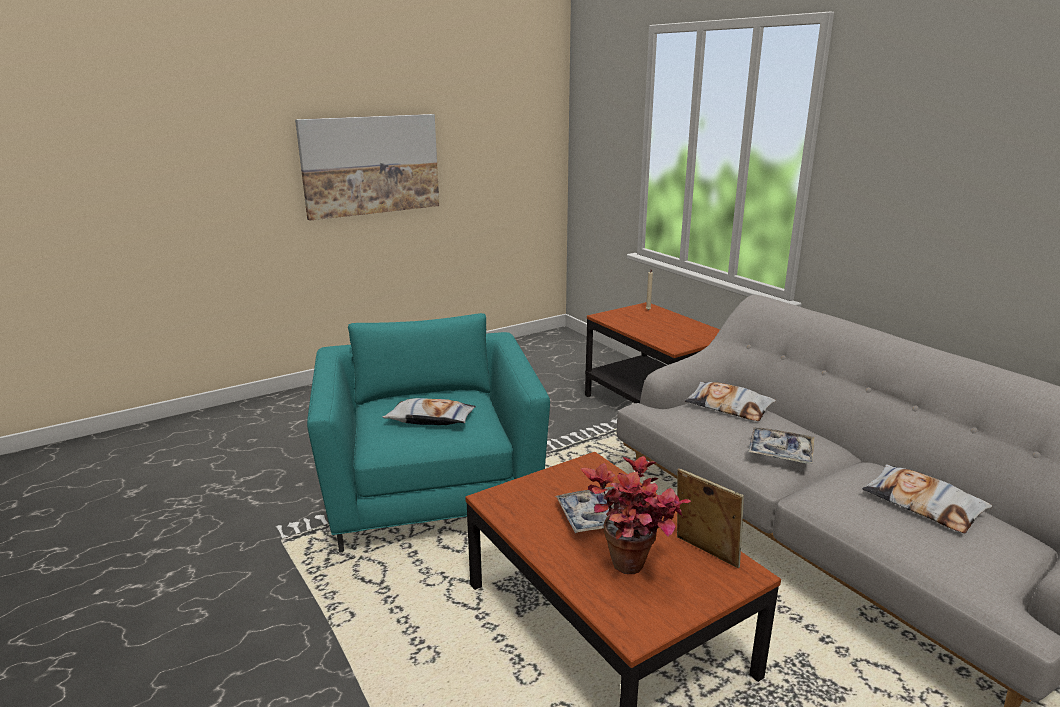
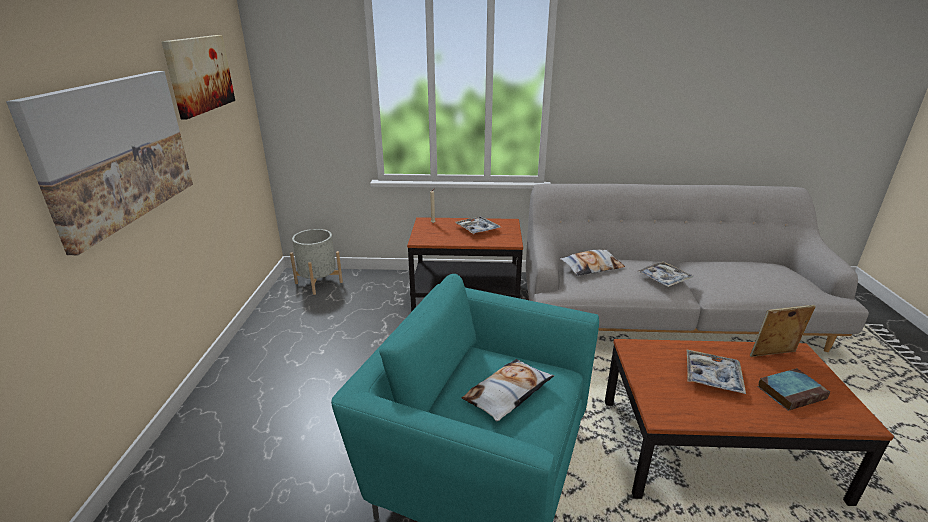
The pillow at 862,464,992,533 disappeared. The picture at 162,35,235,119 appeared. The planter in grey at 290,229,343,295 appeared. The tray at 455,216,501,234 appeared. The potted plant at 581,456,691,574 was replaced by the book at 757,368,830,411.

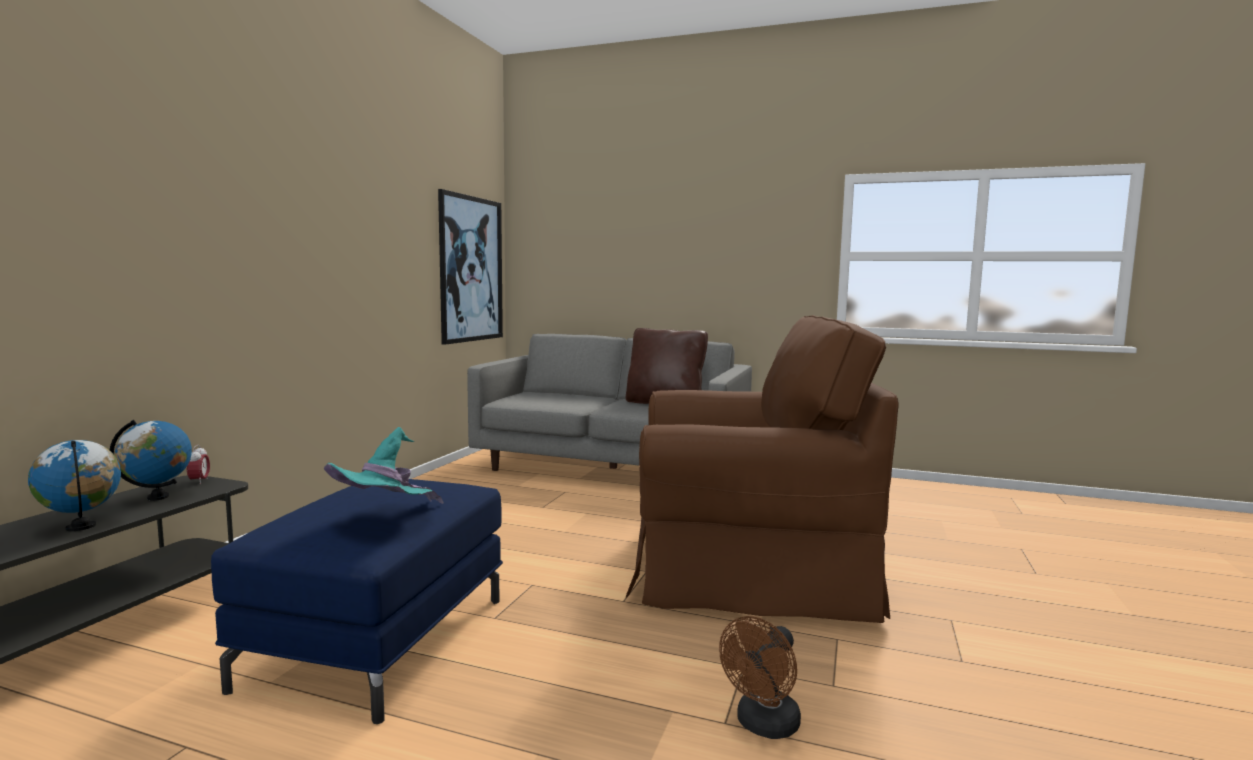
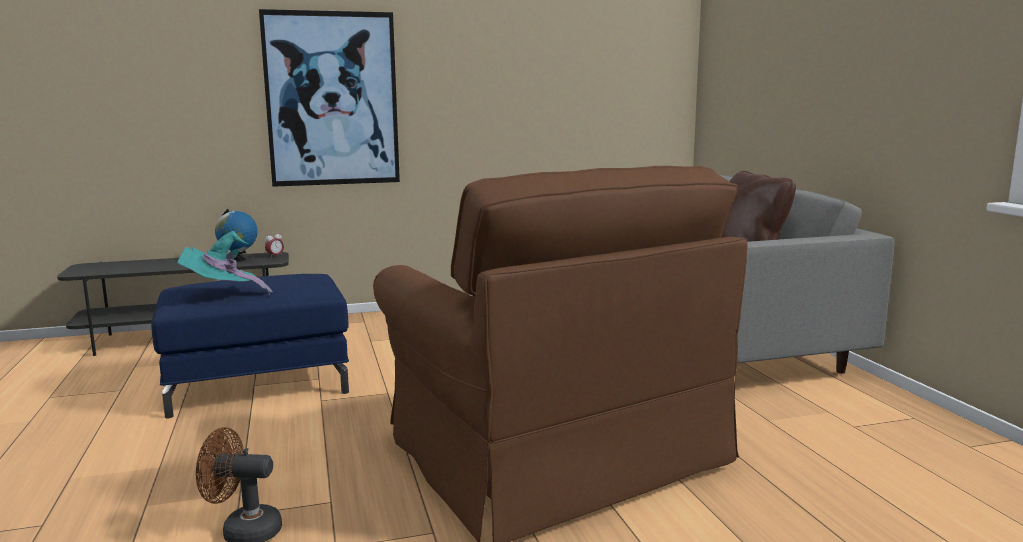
The globe at 28,440,121,531 disappeared. The picture moved from 438,189,503,345 to 259,9,400,187.

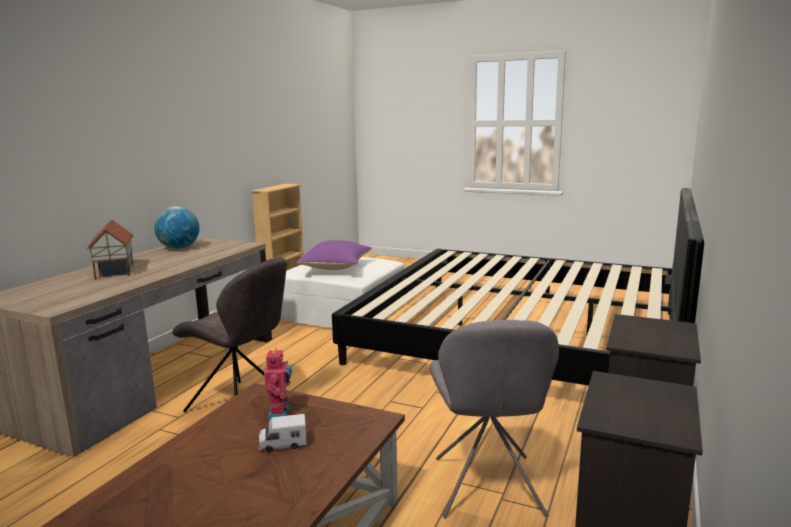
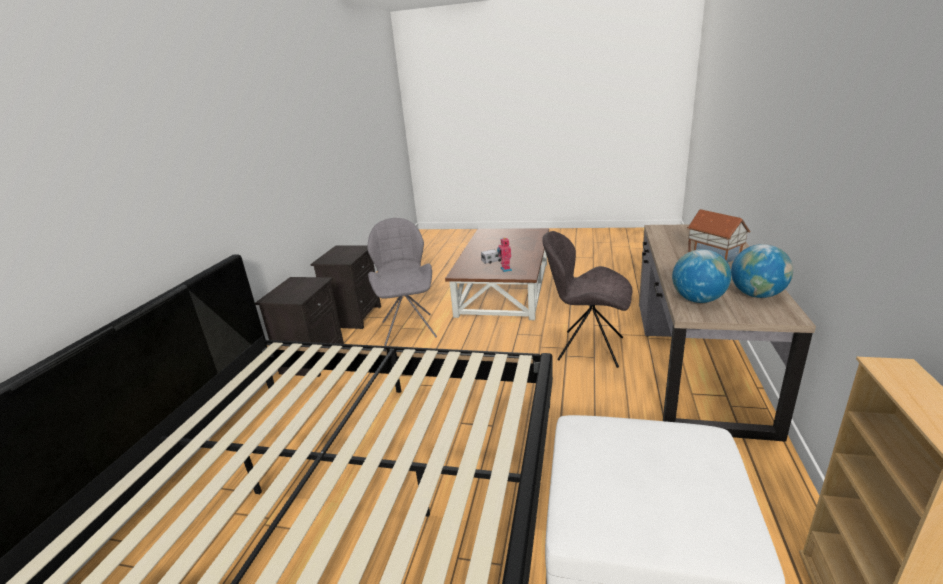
The pillow in purple at 297,240,372,270 disappeared. The globe at 672,249,731,303 appeared.

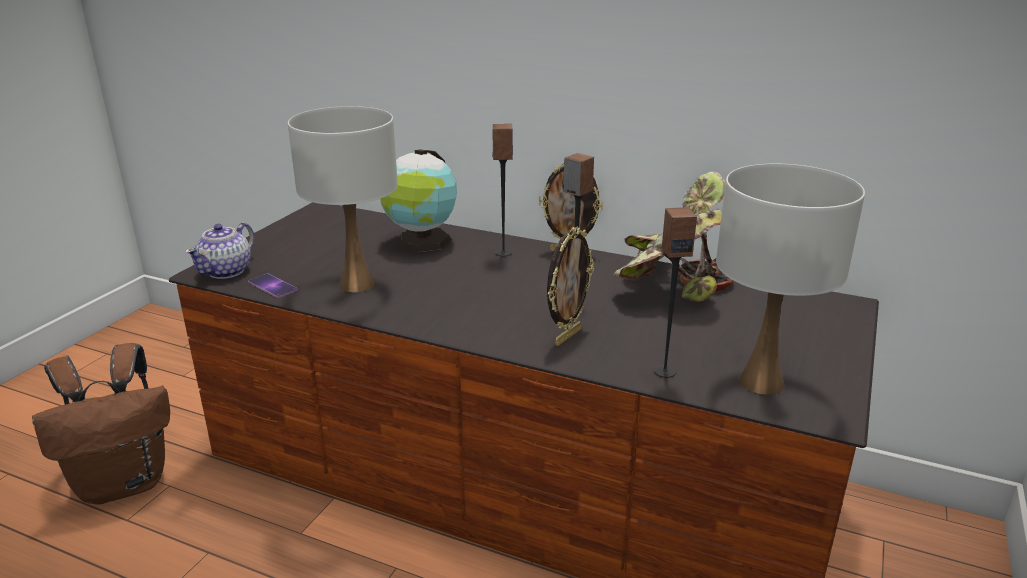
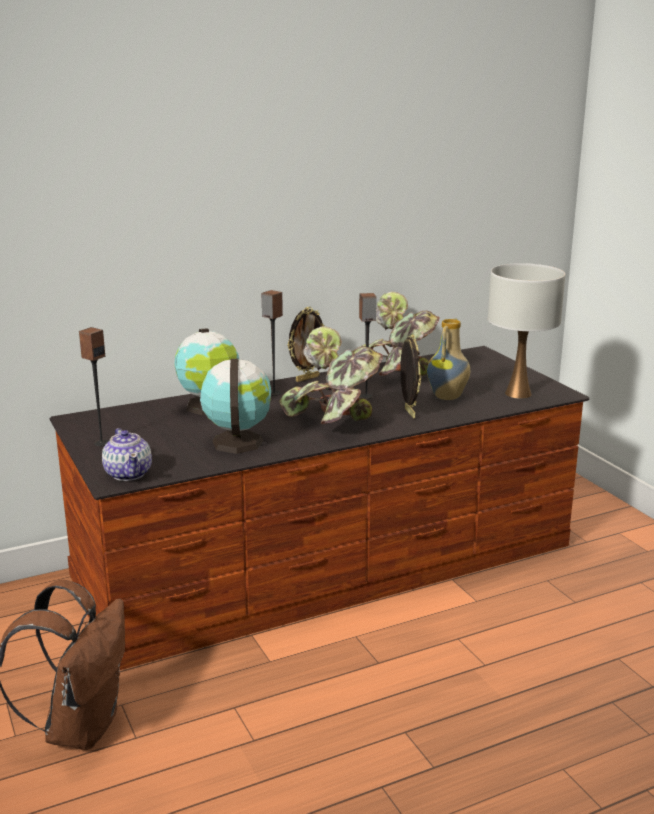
The phone at 248,274,298,298 disappeared. The potted plant at 280,326,383,424 appeared. The vase at 427,318,470,400 appeared. The speaker moved from 654,207,697,378 to 79,327,108,446. The table lamp in white at 288,106,398,292 was replaced by the globe at 200,359,271,454.

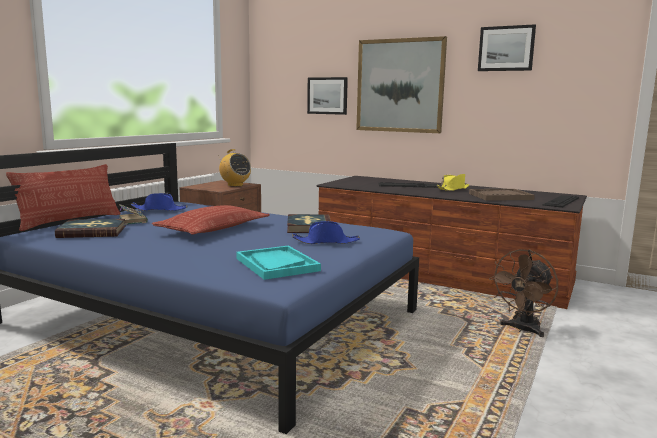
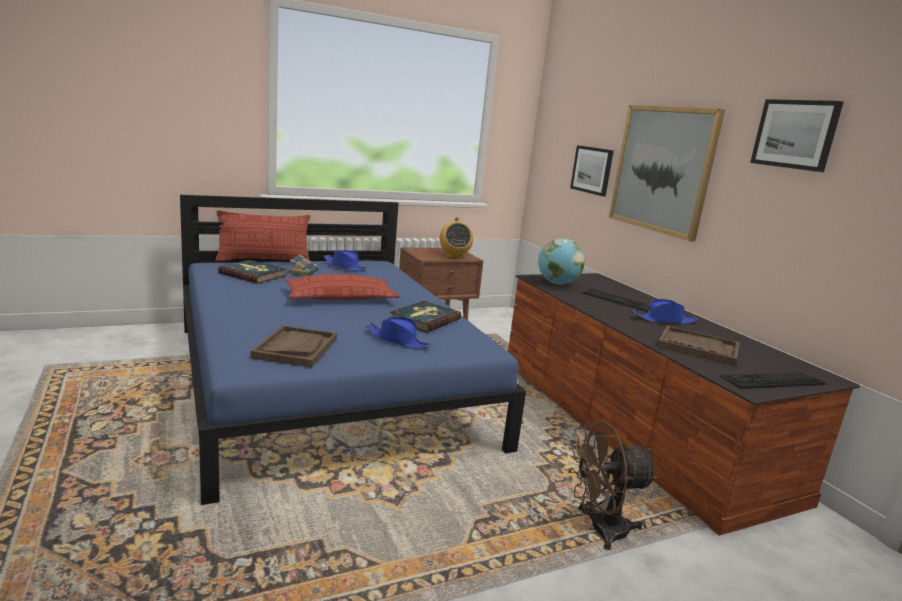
The globe at 538,239,585,285 appeared. The tray in turquoise at 236,245,321,280 became the tray in brown at 250,325,337,368. The hat in yellow at 437,174,469,191 became the hat in blue at 633,299,698,324.

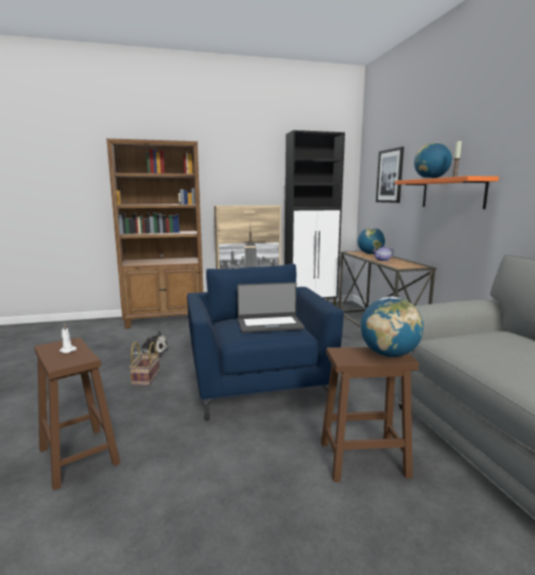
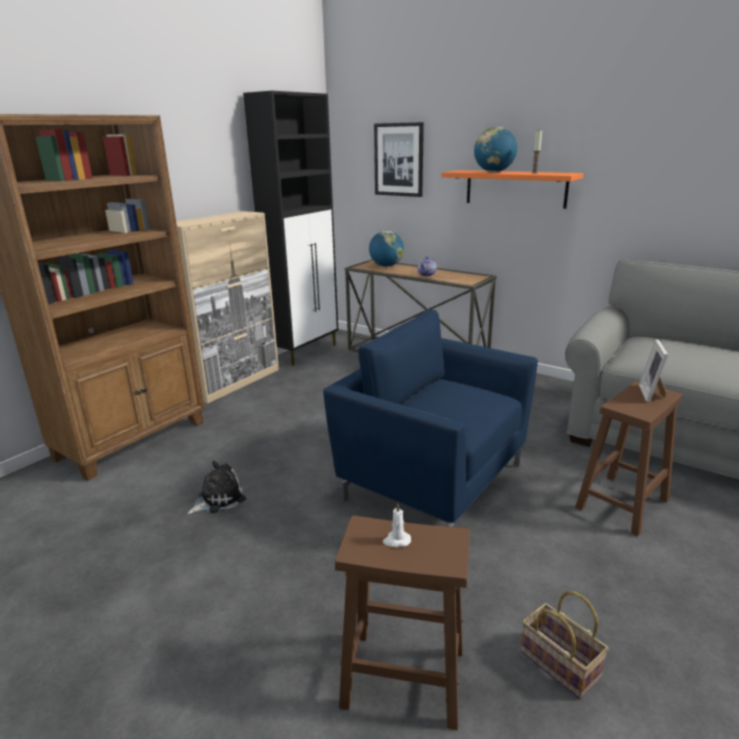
The laptop at 237,282,305,333 disappeared. The basket moved from 130,342,160,386 to 520,591,609,699. The globe at 360,297,424,357 was replaced by the picture frame at 639,339,668,403.

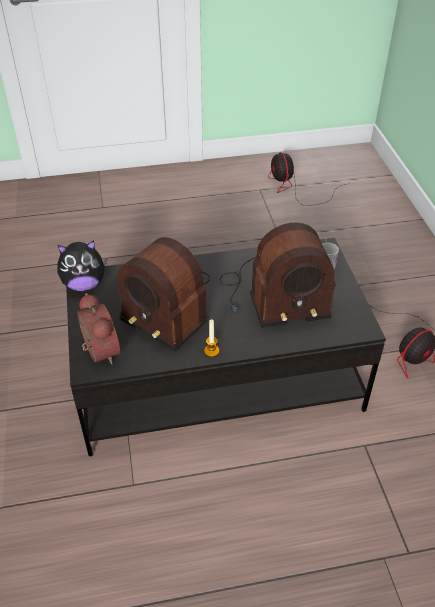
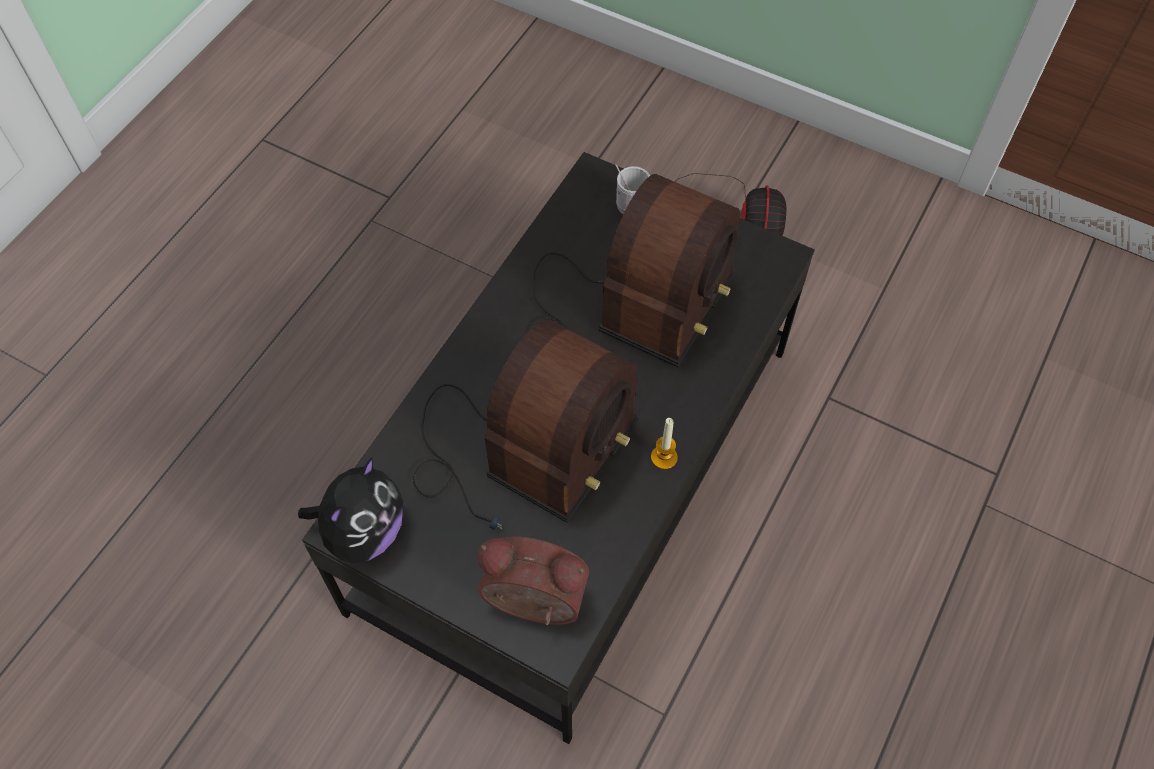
The fan at 268,152,346,206 disappeared. The radio at 117,237,210,352 turned 45 degrees counterclockwise.

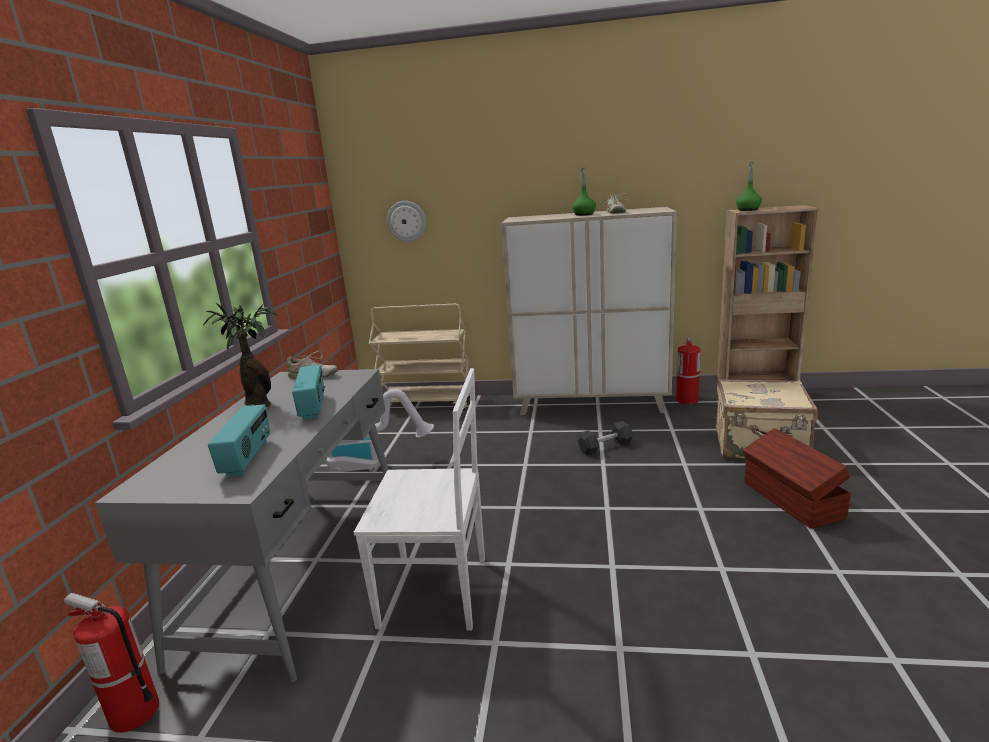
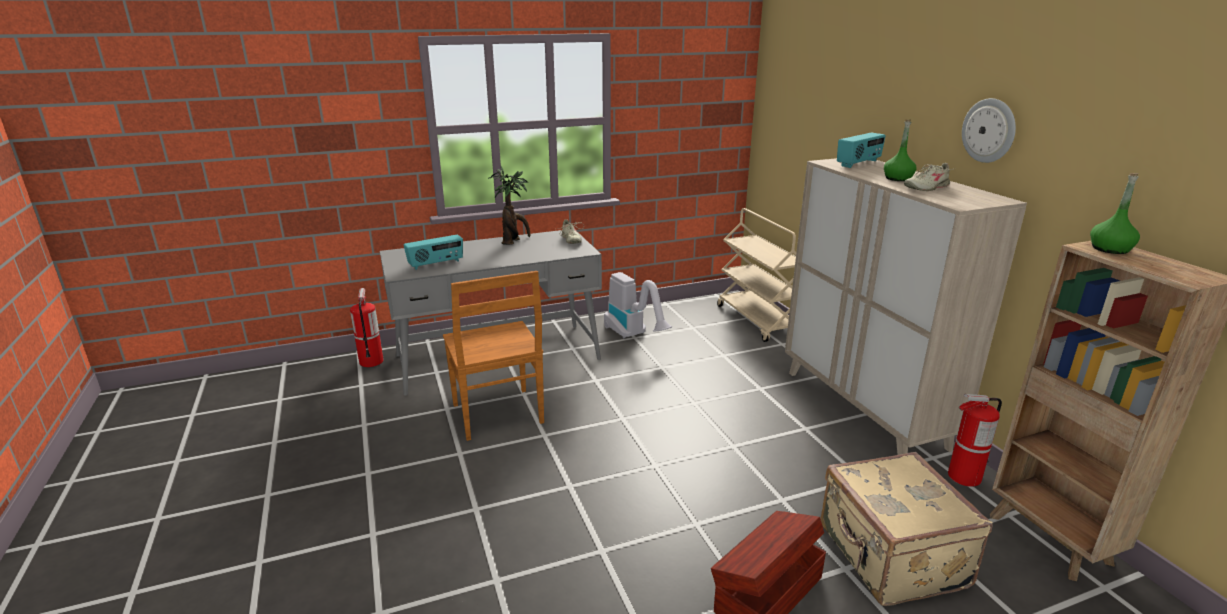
The dumbbell in grey at 578,421,633,456 disappeared. The radio moved from 292,365,325,419 to 837,132,886,168. The wall clock moved from 387,201,426,242 to 962,98,1016,163. The chair in white at 354,368,485,631 became the chair in brown at 443,271,544,441.

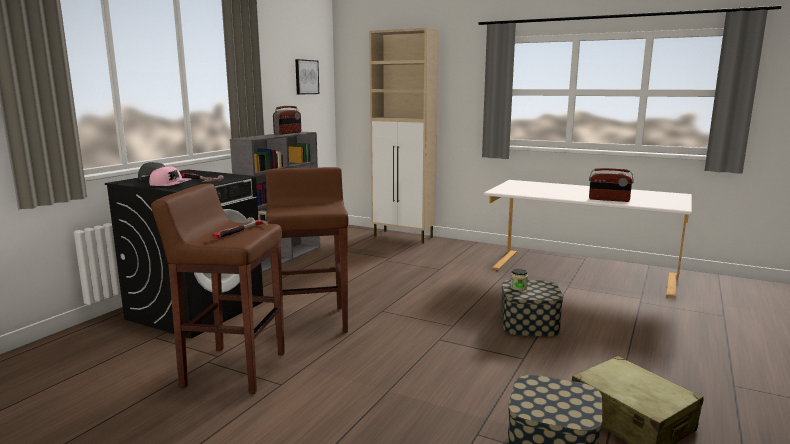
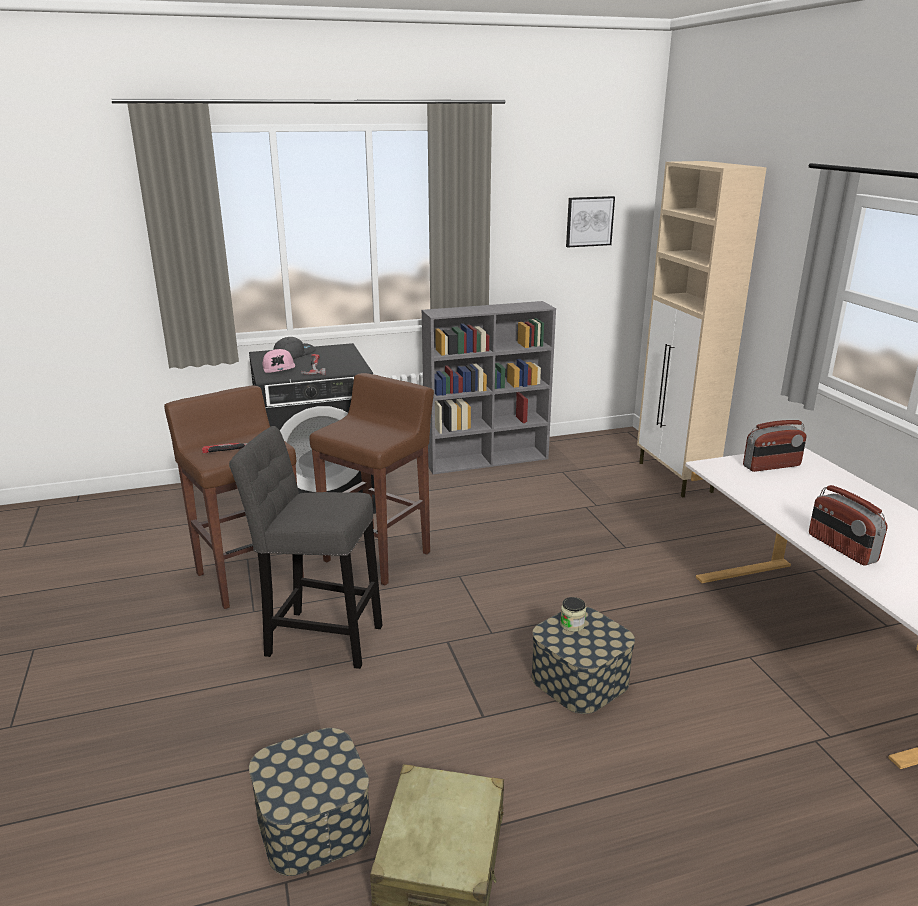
The stool in grey at 229,426,383,669 appeared. The radio moved from 273,106,301,135 to 743,420,807,472.

